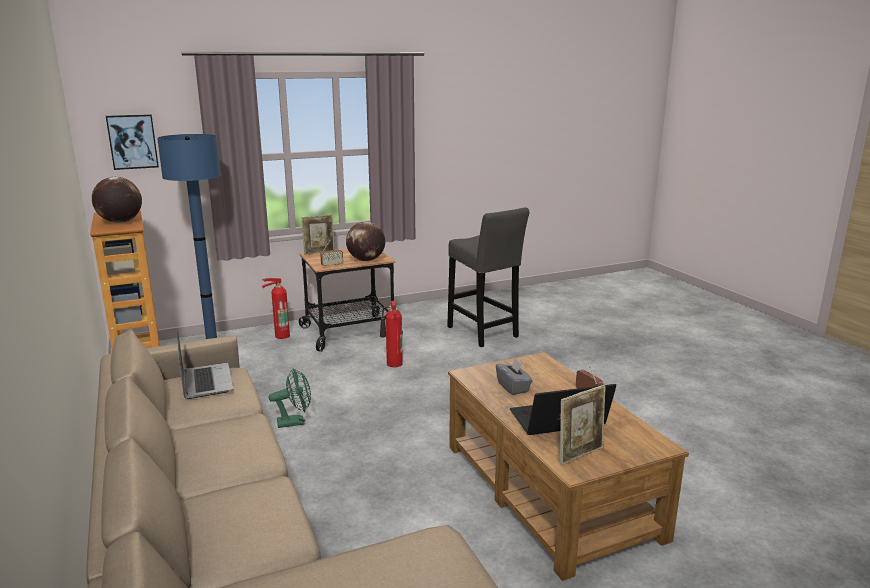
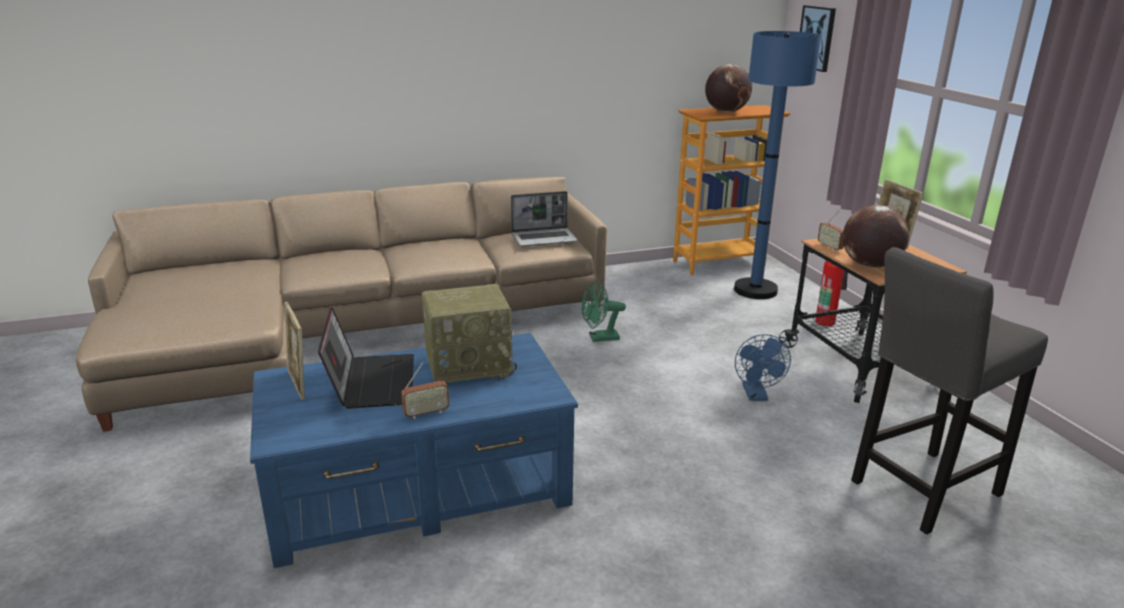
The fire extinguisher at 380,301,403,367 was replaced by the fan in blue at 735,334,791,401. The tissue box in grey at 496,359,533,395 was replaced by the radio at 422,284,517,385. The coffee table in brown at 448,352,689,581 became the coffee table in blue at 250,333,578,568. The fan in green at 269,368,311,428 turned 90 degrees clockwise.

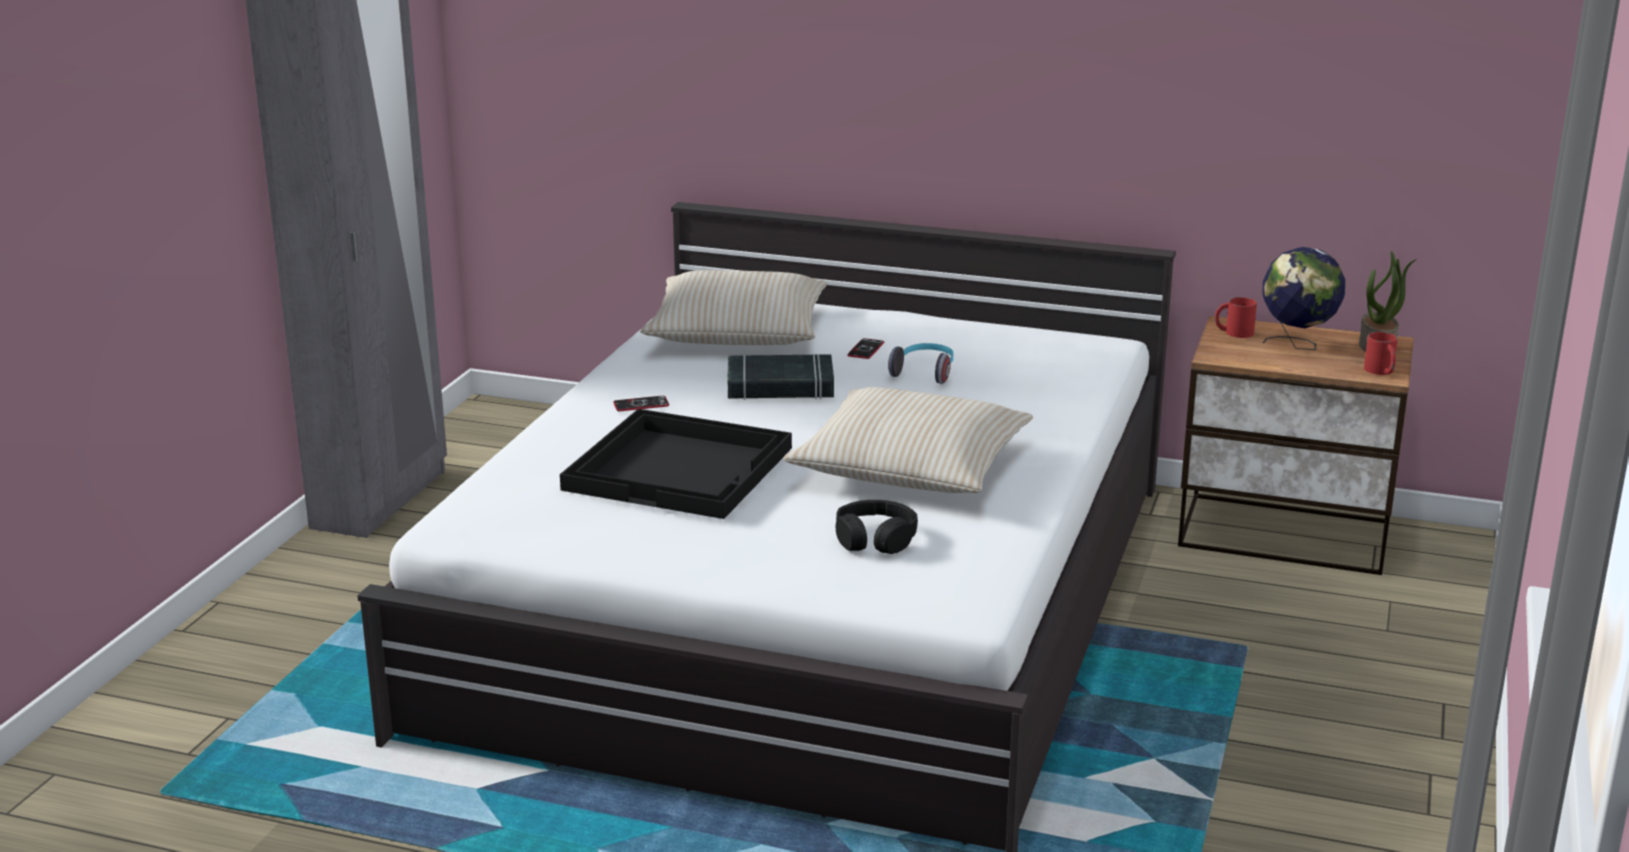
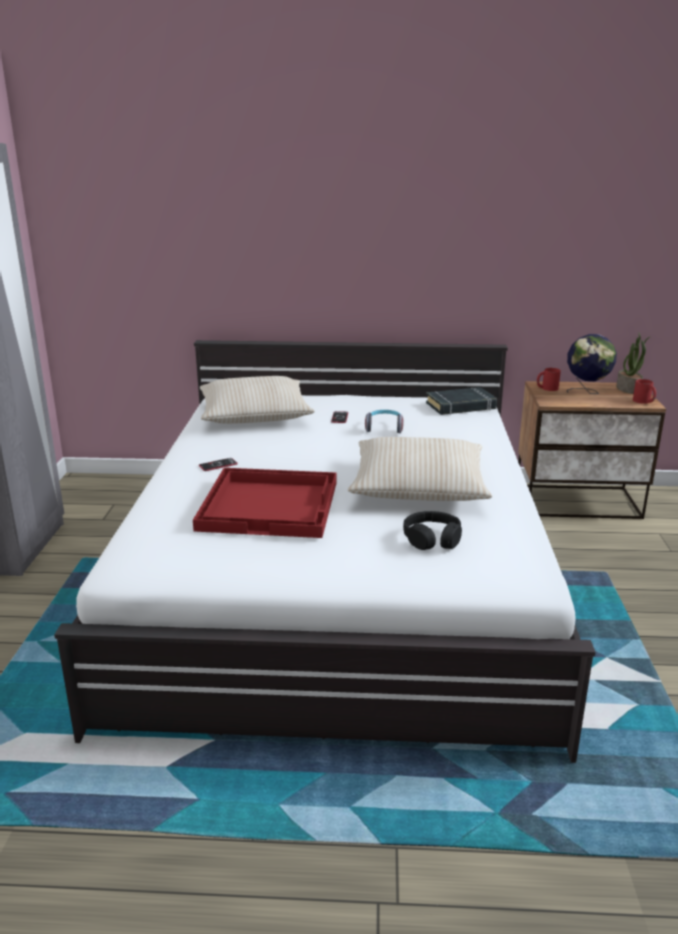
The book in black moved from 728,354,834,400 to 426,387,497,415. The tray in black at 560,409,792,519 became the tray in red at 193,468,337,538.

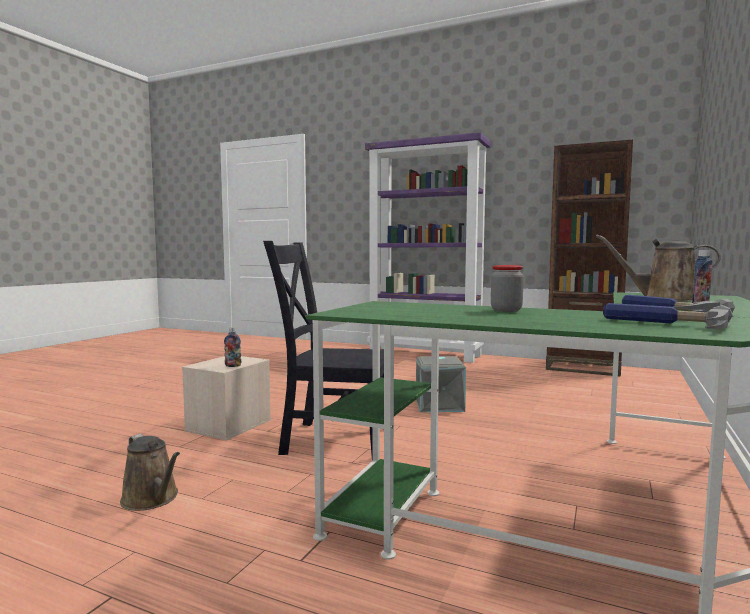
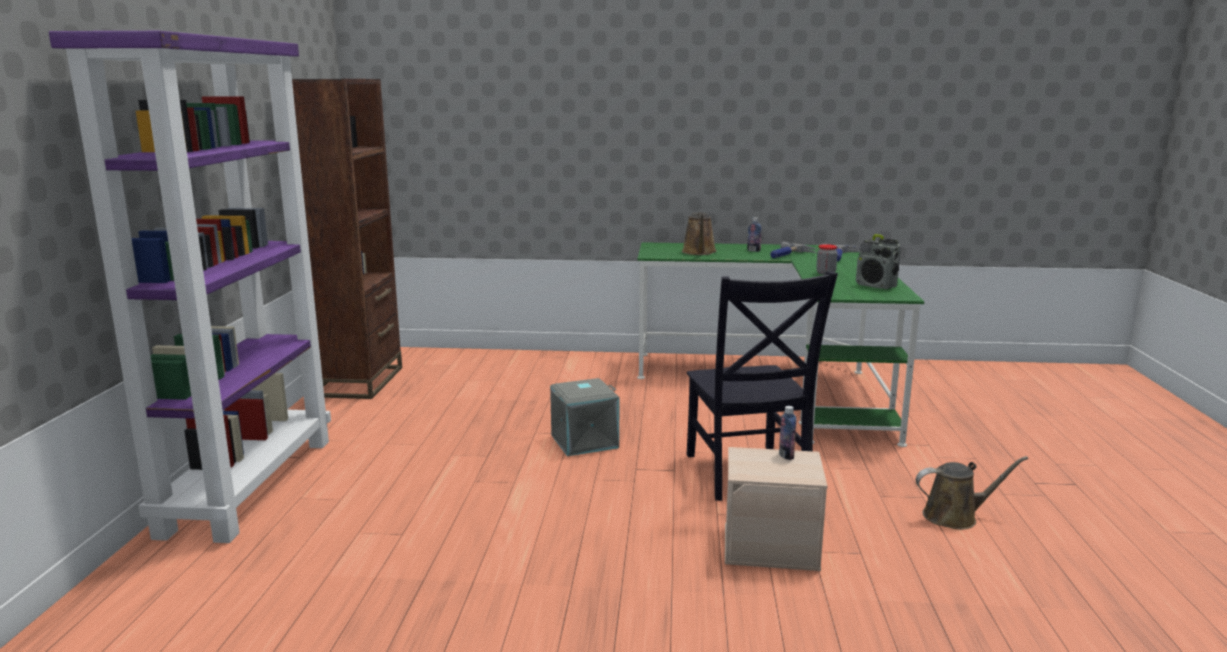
The radio at 856,234,901,289 appeared. The watering can in brown at 120,434,180,511 turned 60 degrees clockwise.

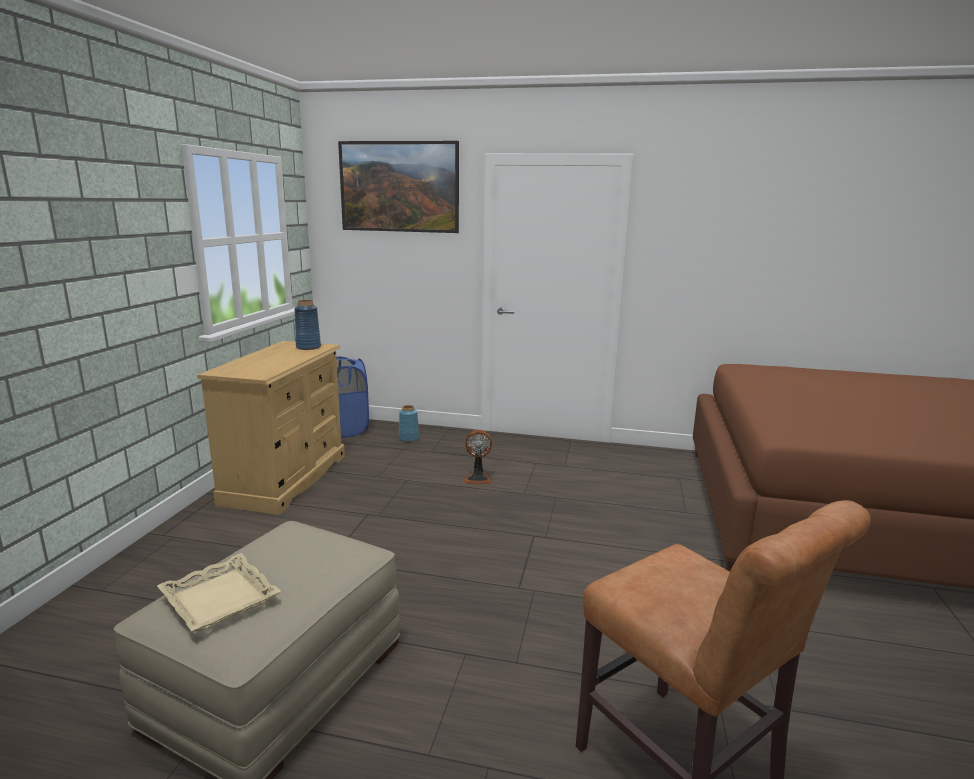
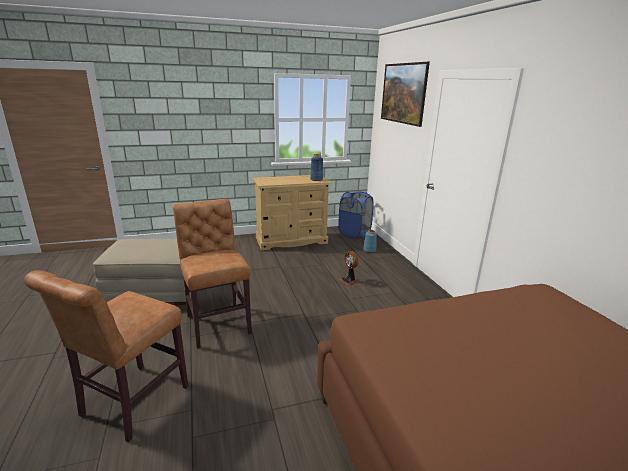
The tray in beige at 157,554,281,632 disappeared. The chair in brown at 173,199,252,348 appeared.

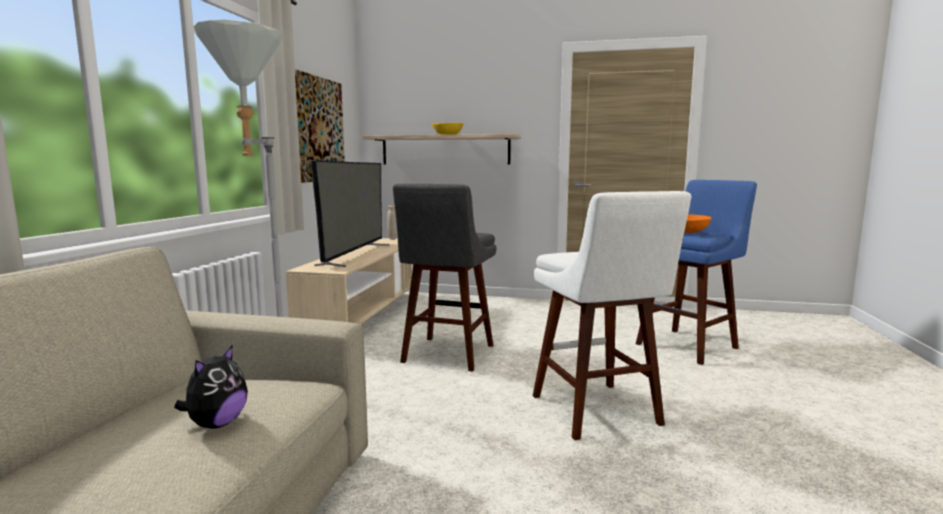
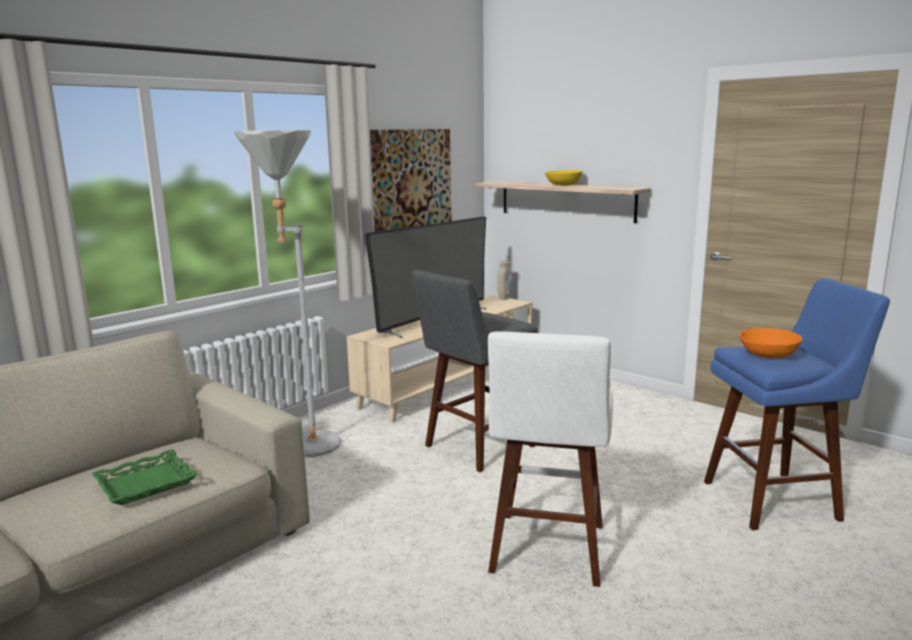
The plush toy at 174,345,248,428 was replaced by the tray in green at 91,449,198,505.

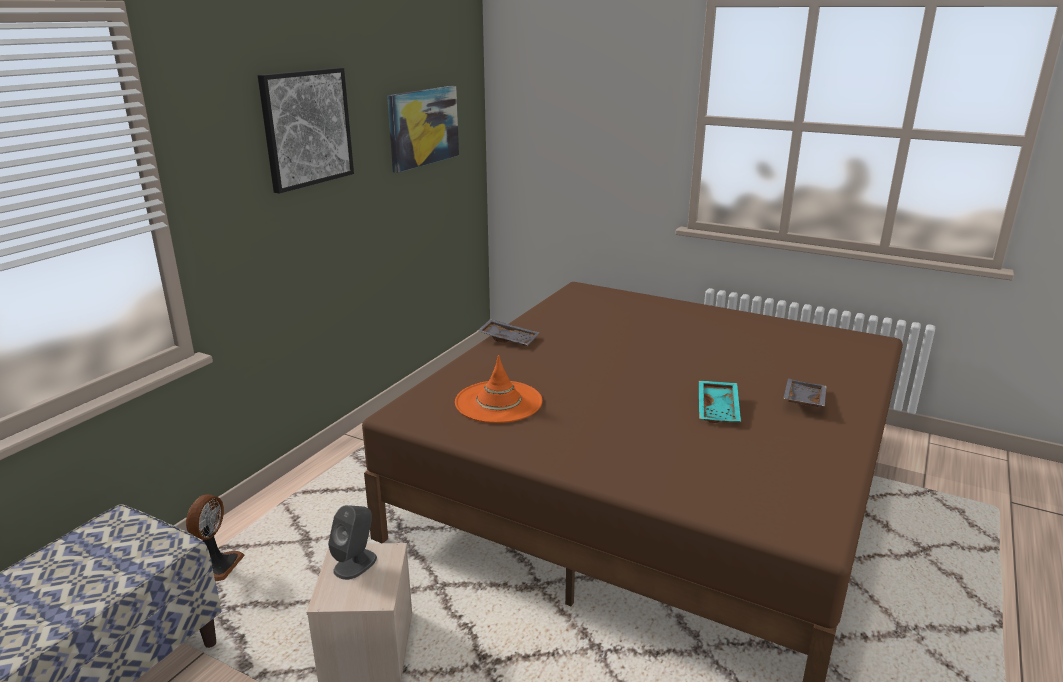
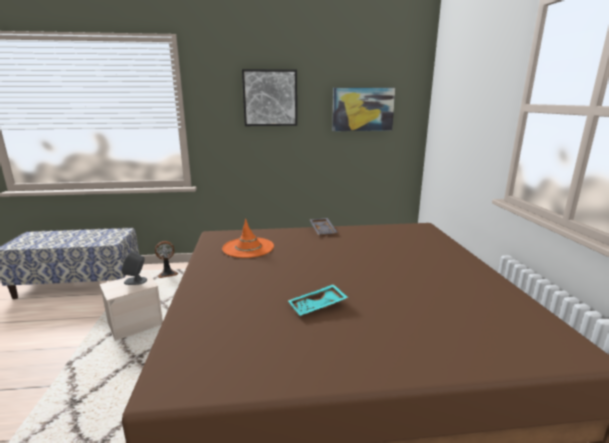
The tray in grey at 783,379,827,407 disappeared.

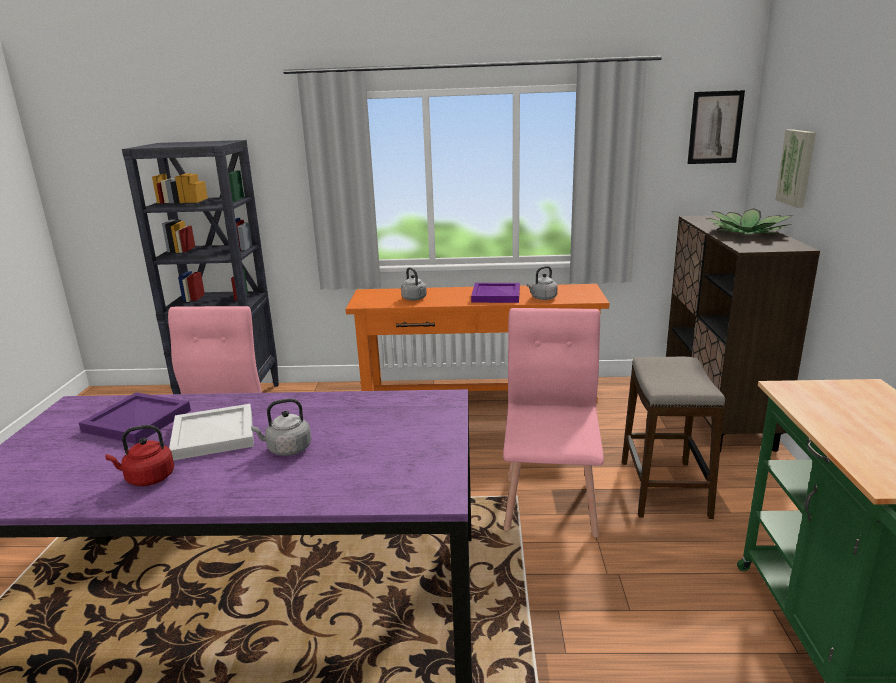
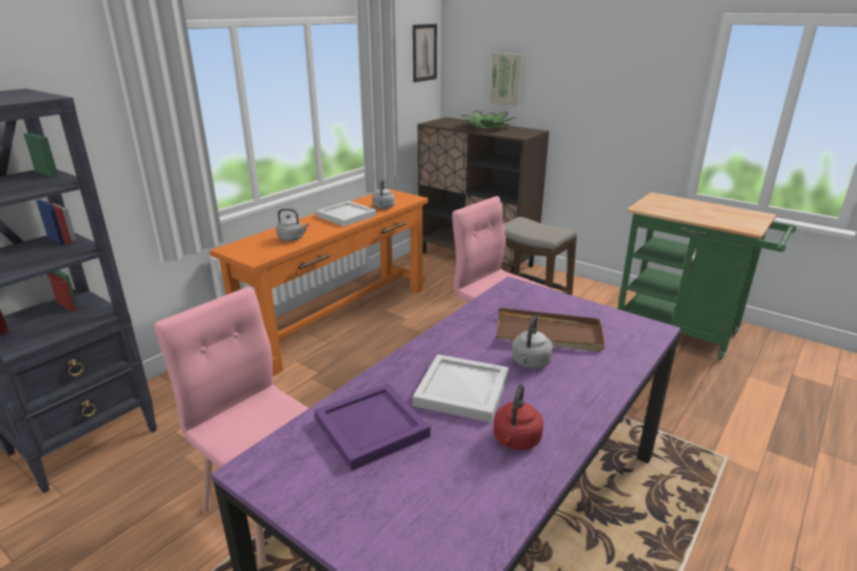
The tray in brown at 496,308,605,352 appeared. The tray in purple at 471,283,520,303 became the tray in white at 316,201,377,226.

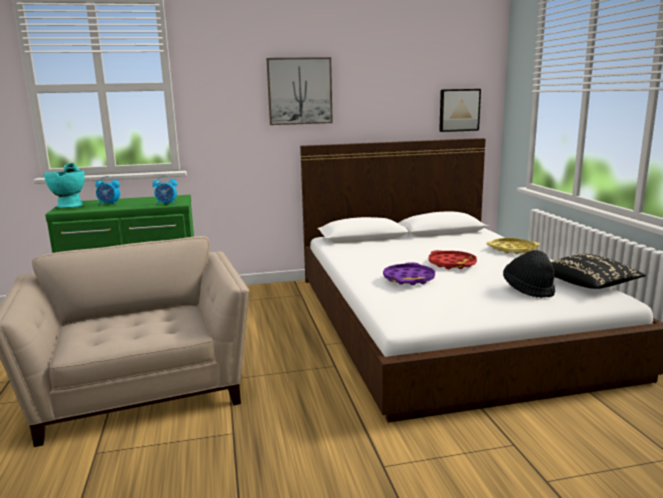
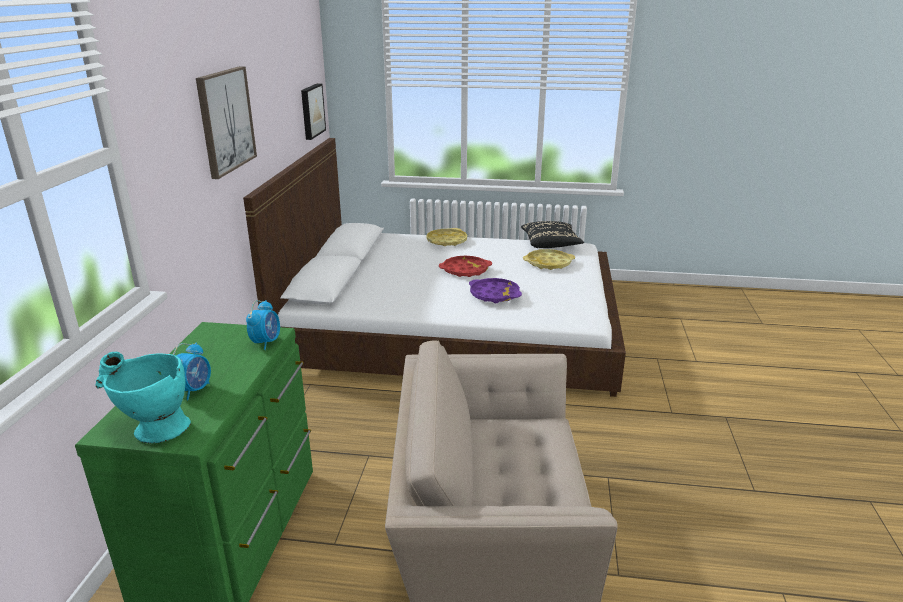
The hat in black at 503,250,555,298 was replaced by the tray in yellow at 523,249,575,270.

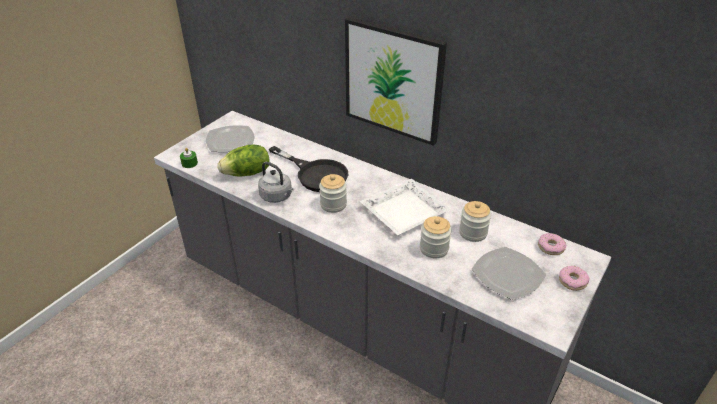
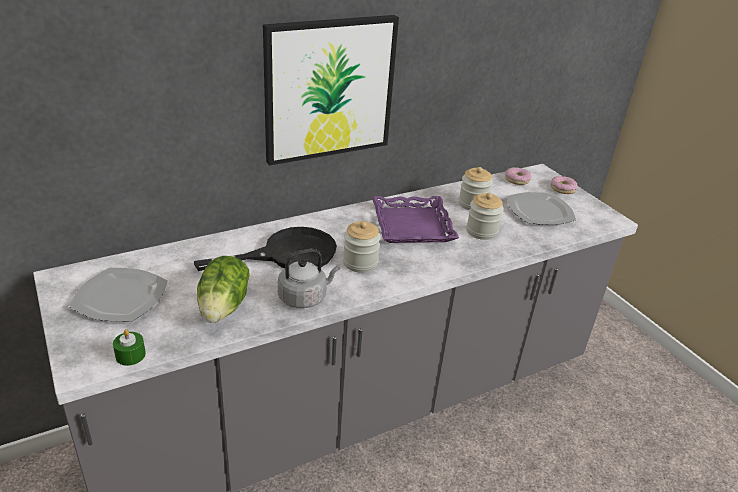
The tray in white at 360,179,451,235 became the tray in purple at 372,196,459,243.

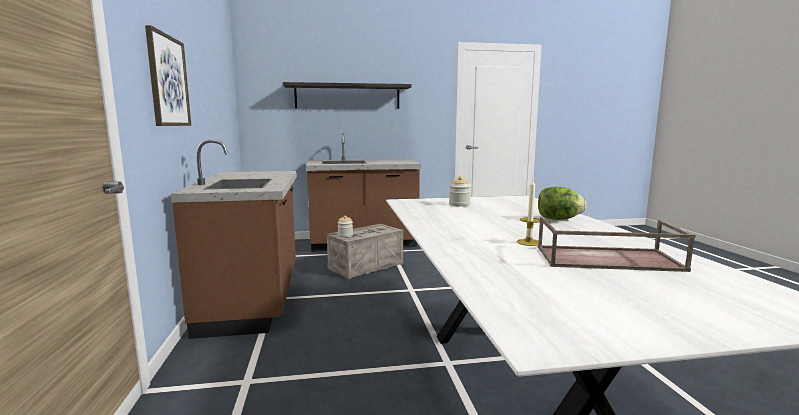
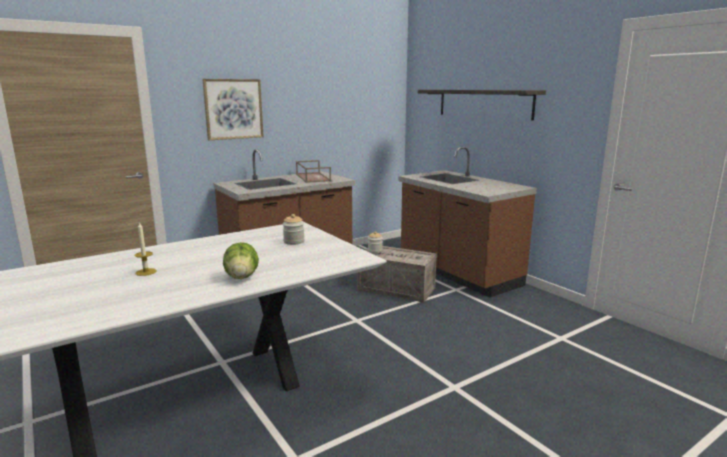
The tray in brown moved from 538,217,695,272 to 296,160,331,183.

